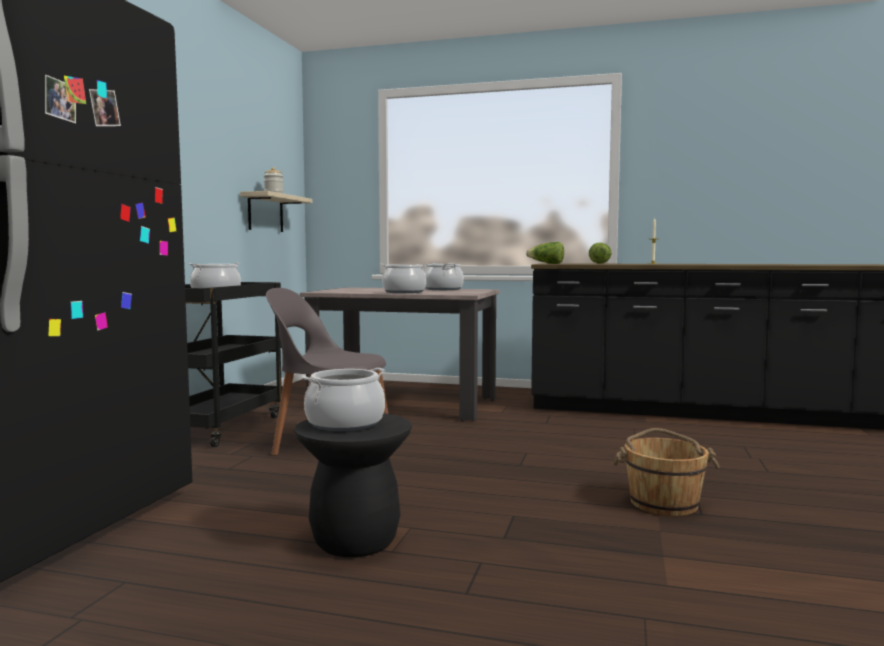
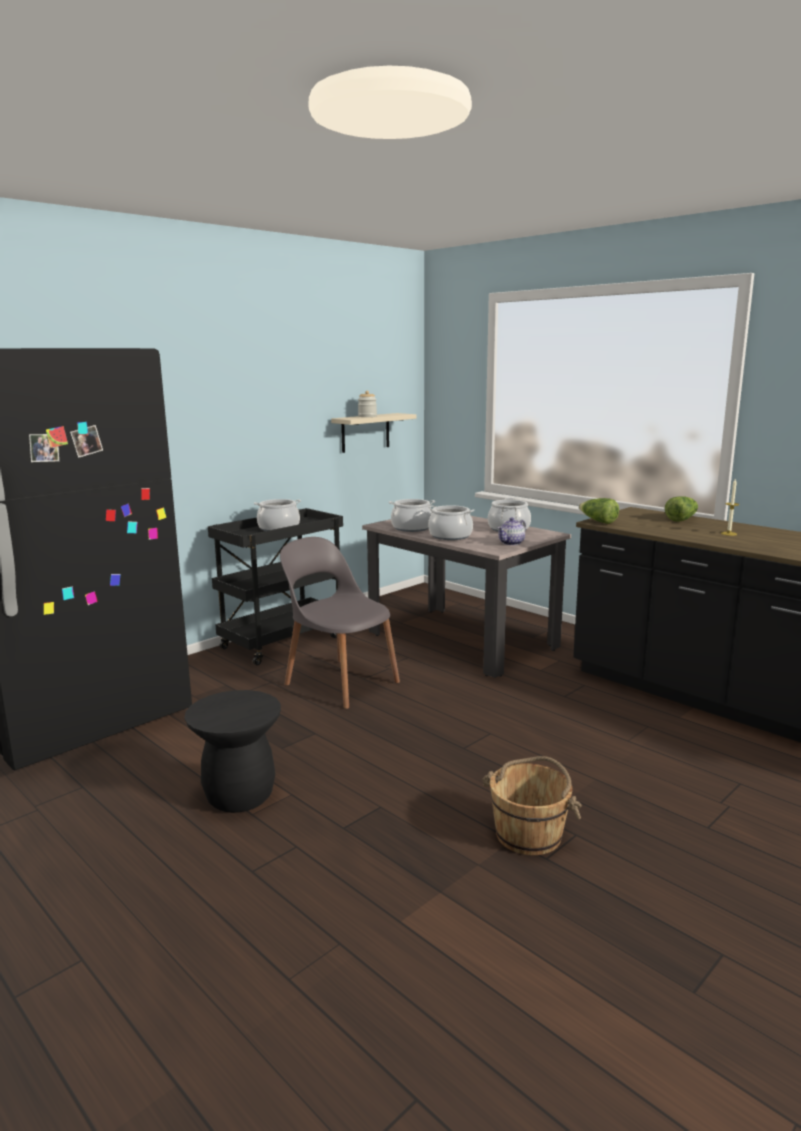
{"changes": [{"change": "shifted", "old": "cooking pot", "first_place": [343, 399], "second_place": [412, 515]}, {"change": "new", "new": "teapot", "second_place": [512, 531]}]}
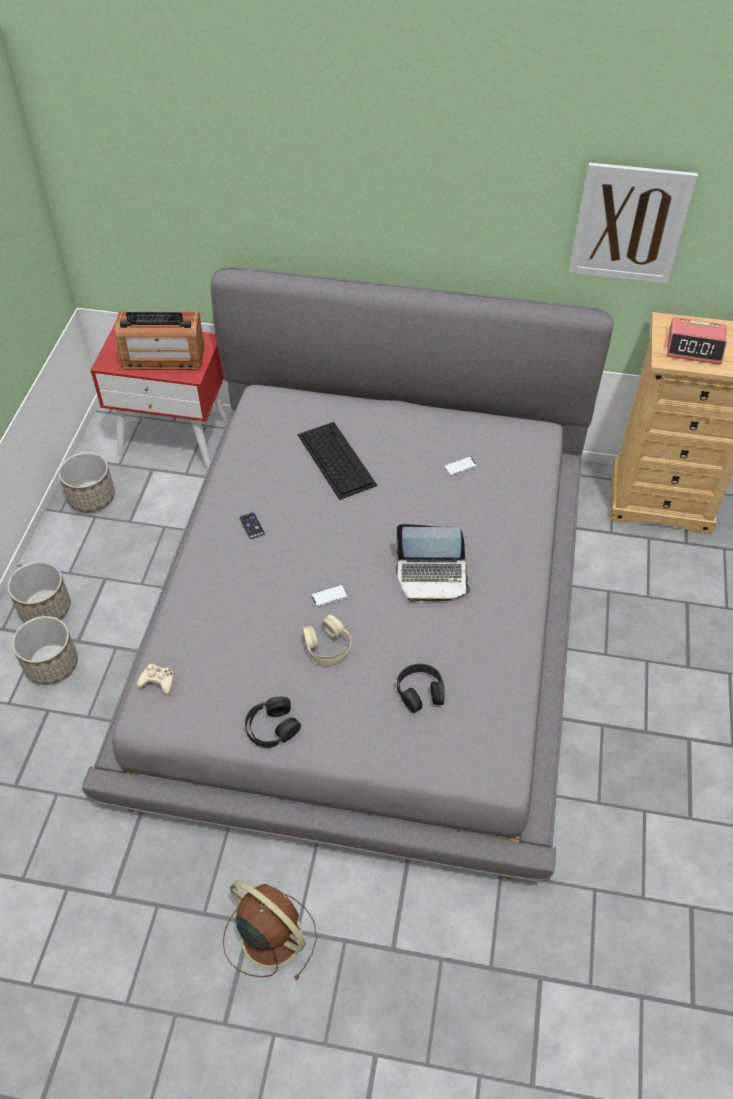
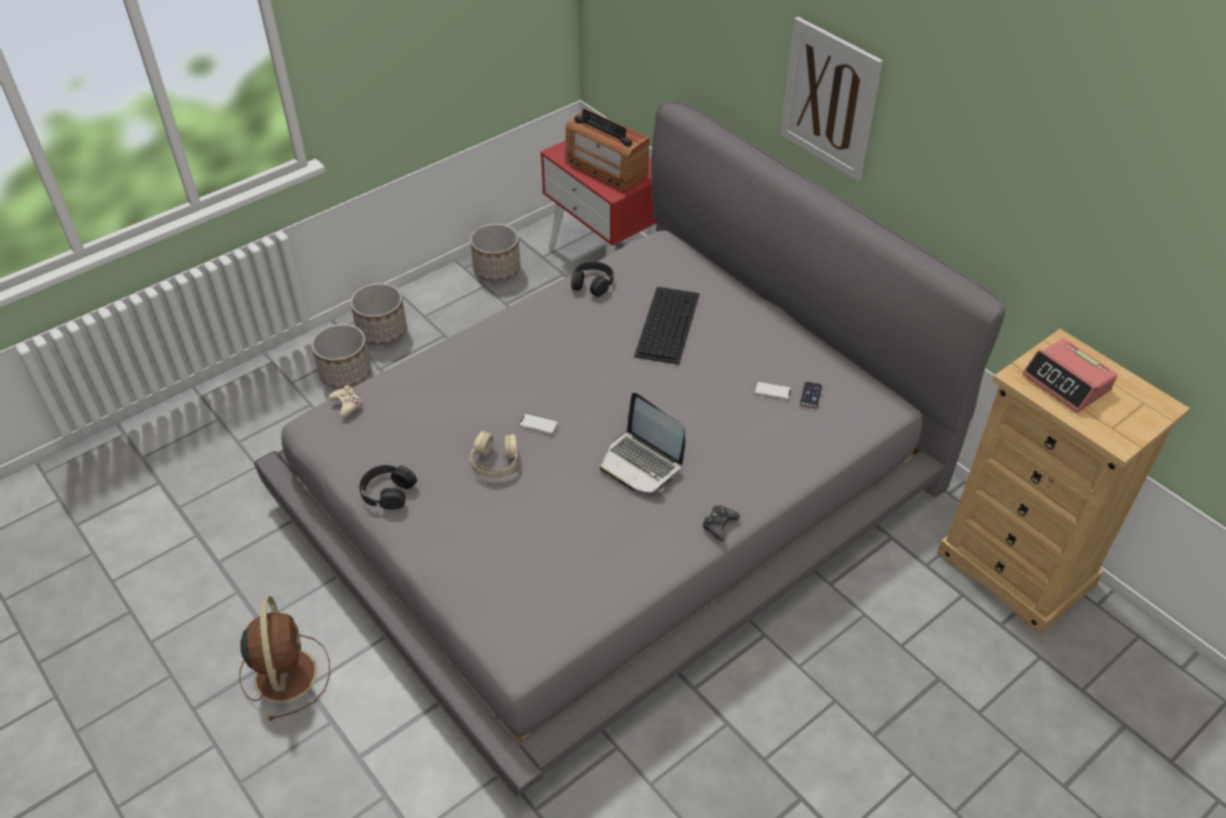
{"changes": [{"change": "shifted", "old": "black headphones", "first_place": [421, 688], "second_place": [592, 279]}, {"change": "new", "new": "black game controller", "second_place": [721, 523]}, {"change": "shifted", "old": "picture", "first_place": [633, 223], "second_place": [831, 99]}, {"change": "shifted", "old": "phone", "first_place": [252, 526], "second_place": [811, 395]}]}
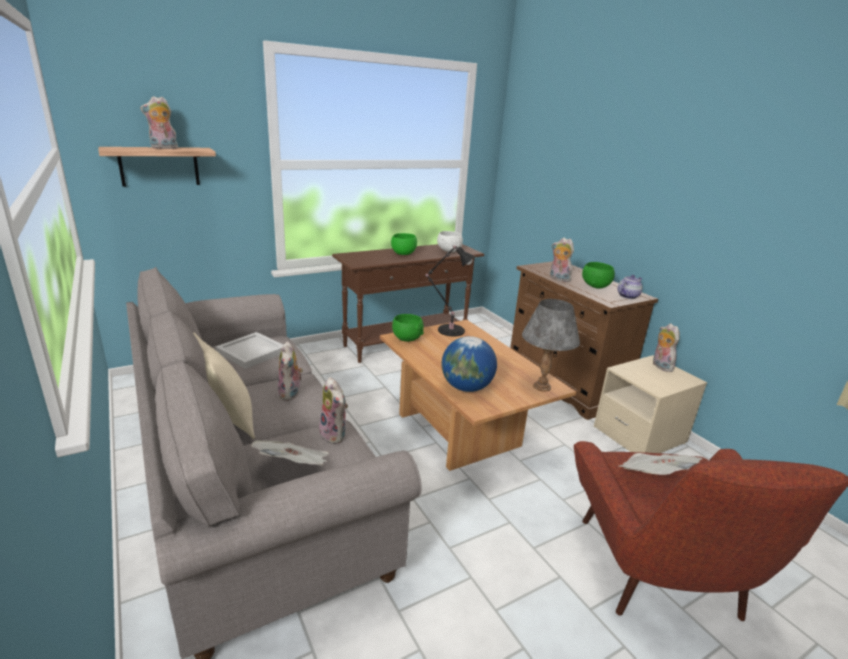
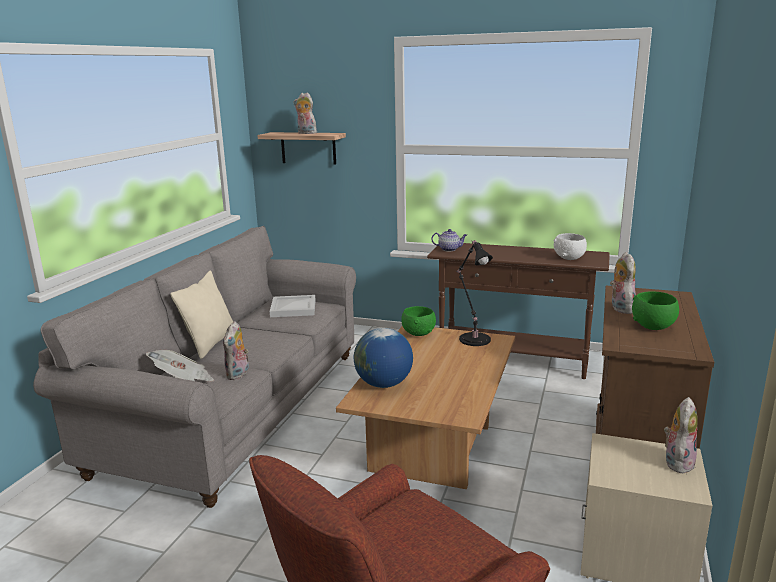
{"changes": [{"change": "shifted", "old": "teapot", "first_place": [630, 287], "second_place": [449, 240]}, {"change": "gone", "old": "plush toy", "first_place": [290, 371]}, {"change": "gone", "old": "green bowl", "first_place": [404, 244]}, {"change": "gone", "old": "grey table lamp", "first_place": [551, 345]}, {"change": "gone", "old": "newspaper", "first_place": [661, 464]}]}
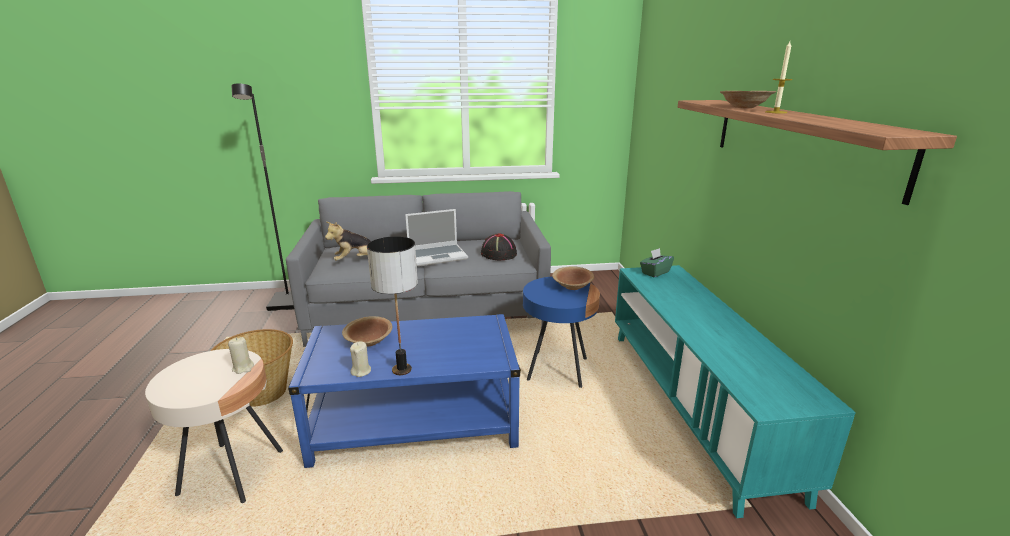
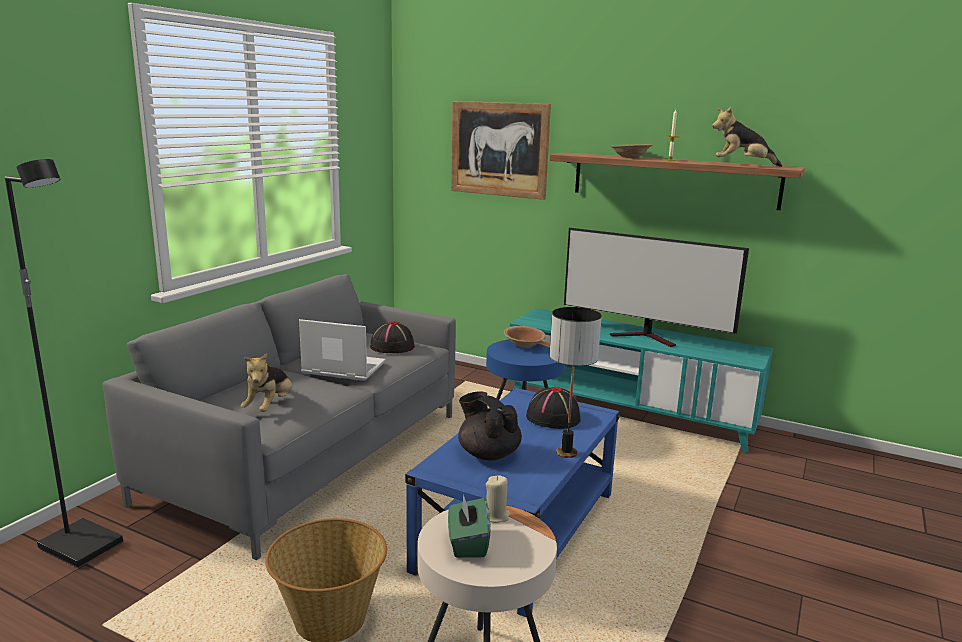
{"changes": [{"change": "rotated", "old": "laptop", "first_place": [436, 237], "second_place": [342, 350], "degrees": -90}, {"change": "shifted", "old": "green tissue box", "first_place": [657, 262], "second_place": [469, 526]}, {"change": "new", "new": "picture", "second_place": [501, 150]}, {"change": "swapped", "old": "brown bowl", "new": "black teapot", "first_place": [367, 331], "second_place": [490, 426]}, {"change": "new", "new": "black hat", "second_place": [553, 408]}, {"change": "new", "new": "television", "second_place": [656, 287]}, {"change": "new", "new": "plush toy", "second_place": [747, 137]}, {"change": "gone", "old": "beige candle", "first_place": [360, 359]}]}
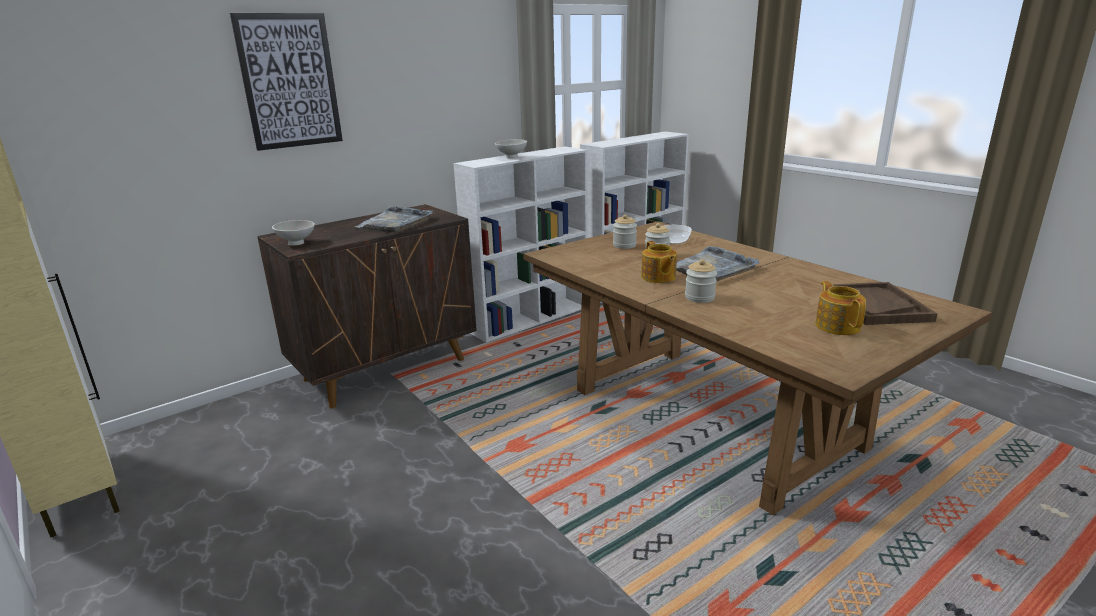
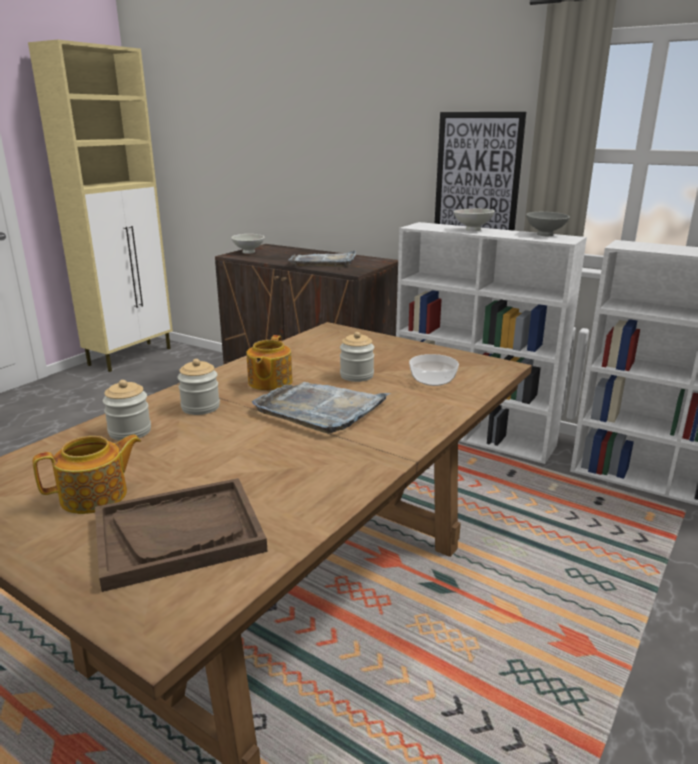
{"changes": [{"change": "shifted", "old": "jar", "first_place": [625, 231], "second_place": [127, 410]}, {"change": "rotated", "old": "teapot", "first_place": [659, 262], "second_place": [269, 363], "degrees": -45}, {"change": "shifted", "old": "picture", "first_place": [286, 82], "second_place": [480, 171]}, {"change": "new", "new": "grey bowl", "second_place": [548, 224]}]}
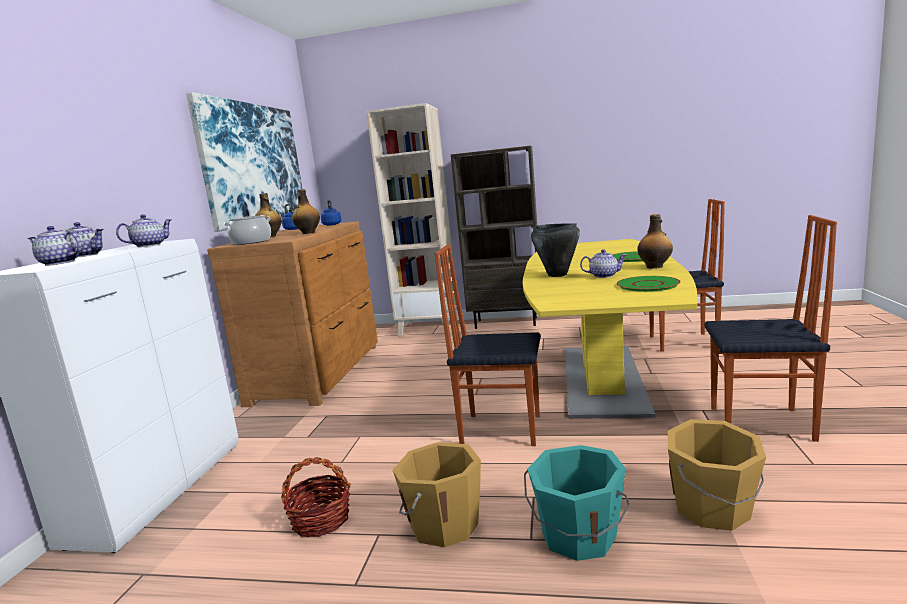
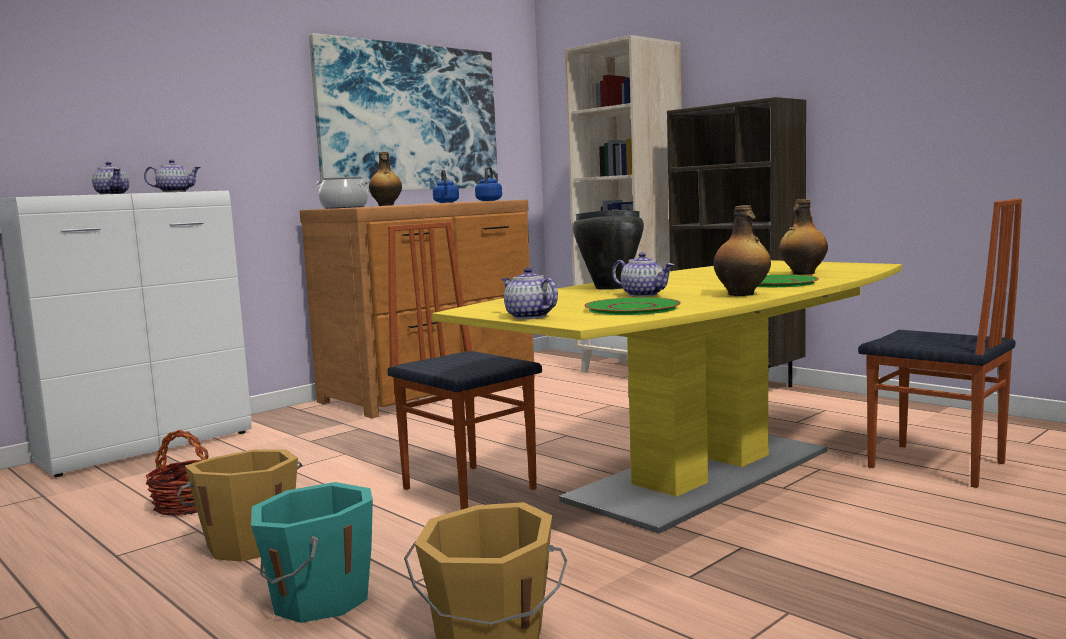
{"changes": [{"change": "shifted", "old": "teapot", "first_place": [55, 246], "second_place": [530, 293]}, {"change": "shifted", "old": "bottle", "first_place": [306, 211], "second_place": [803, 237]}, {"change": "gone", "old": "chair", "first_place": [771, 328]}]}
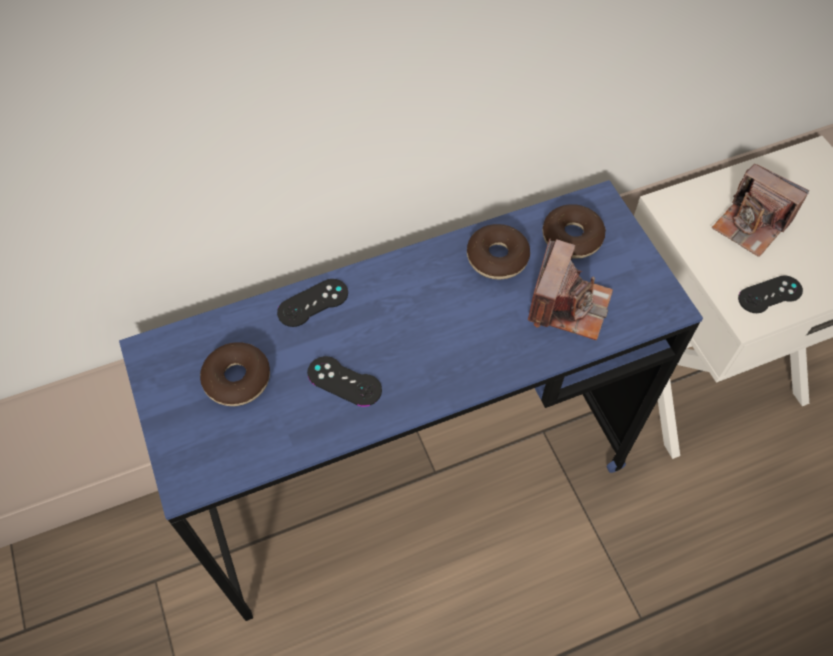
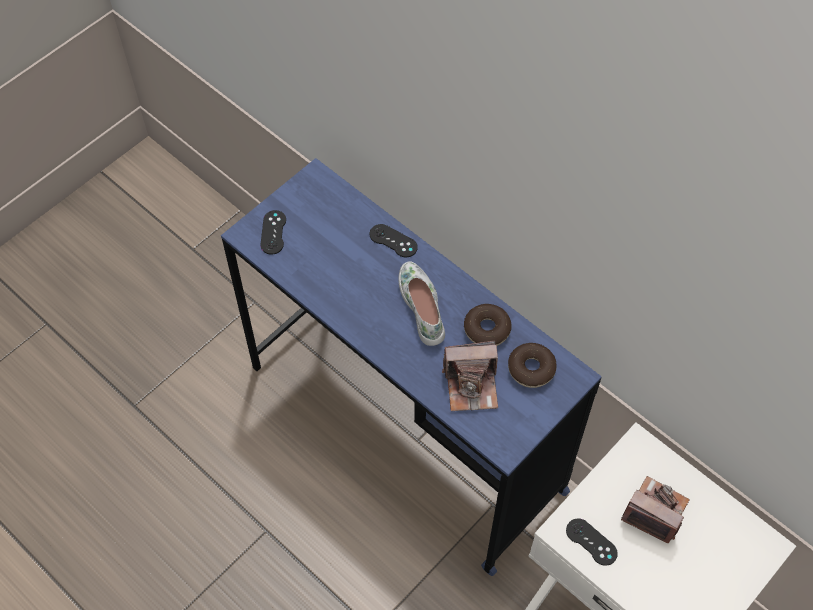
{"changes": [{"change": "shifted", "old": "black game controller", "first_place": [344, 381], "second_place": [273, 232]}, {"change": "new", "new": "white shoe", "second_place": [422, 303]}, {"change": "rotated", "old": "photo camera", "first_place": [760, 210], "second_place": [655, 509], "degrees": 105}, {"change": "gone", "old": "donut", "first_place": [235, 374]}]}
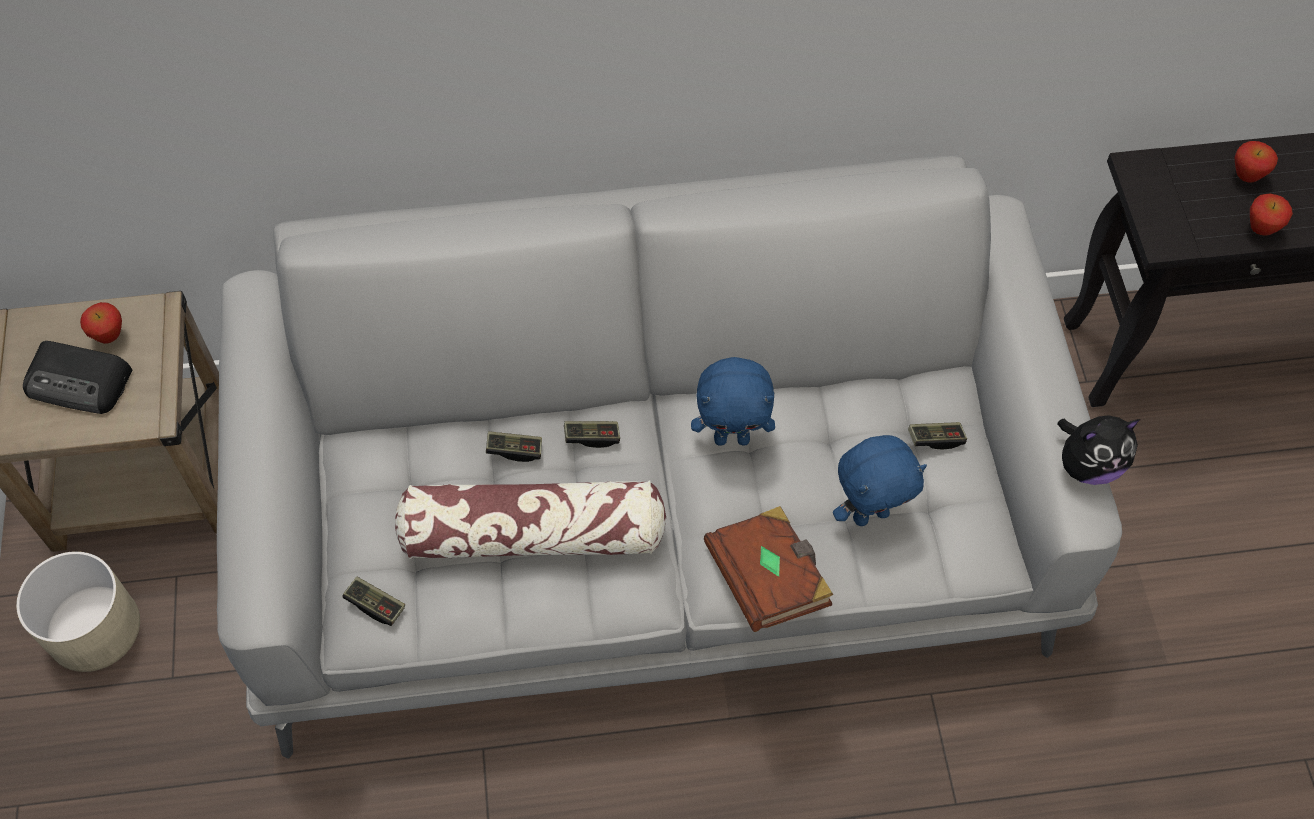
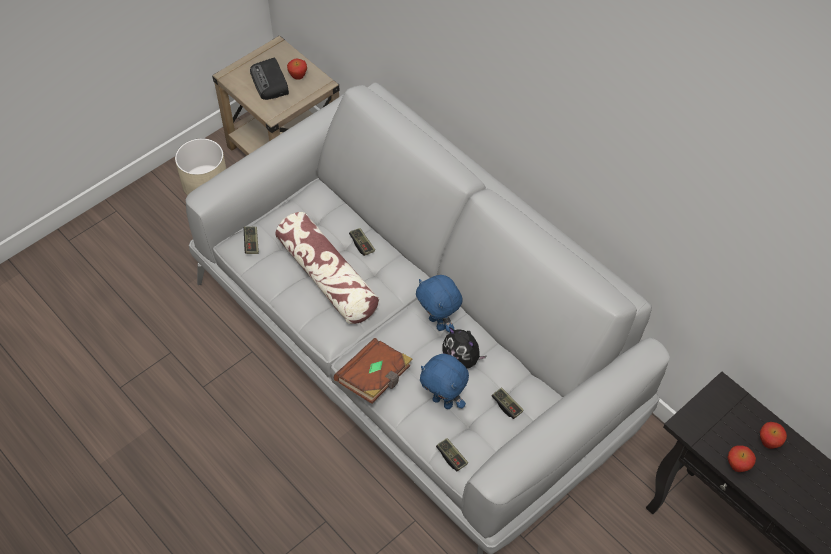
{"changes": [{"change": "shifted", "old": "game controller", "first_place": [592, 434], "second_place": [452, 454]}, {"change": "shifted", "old": "plush toy", "first_place": [1099, 450], "second_place": [464, 347]}]}
